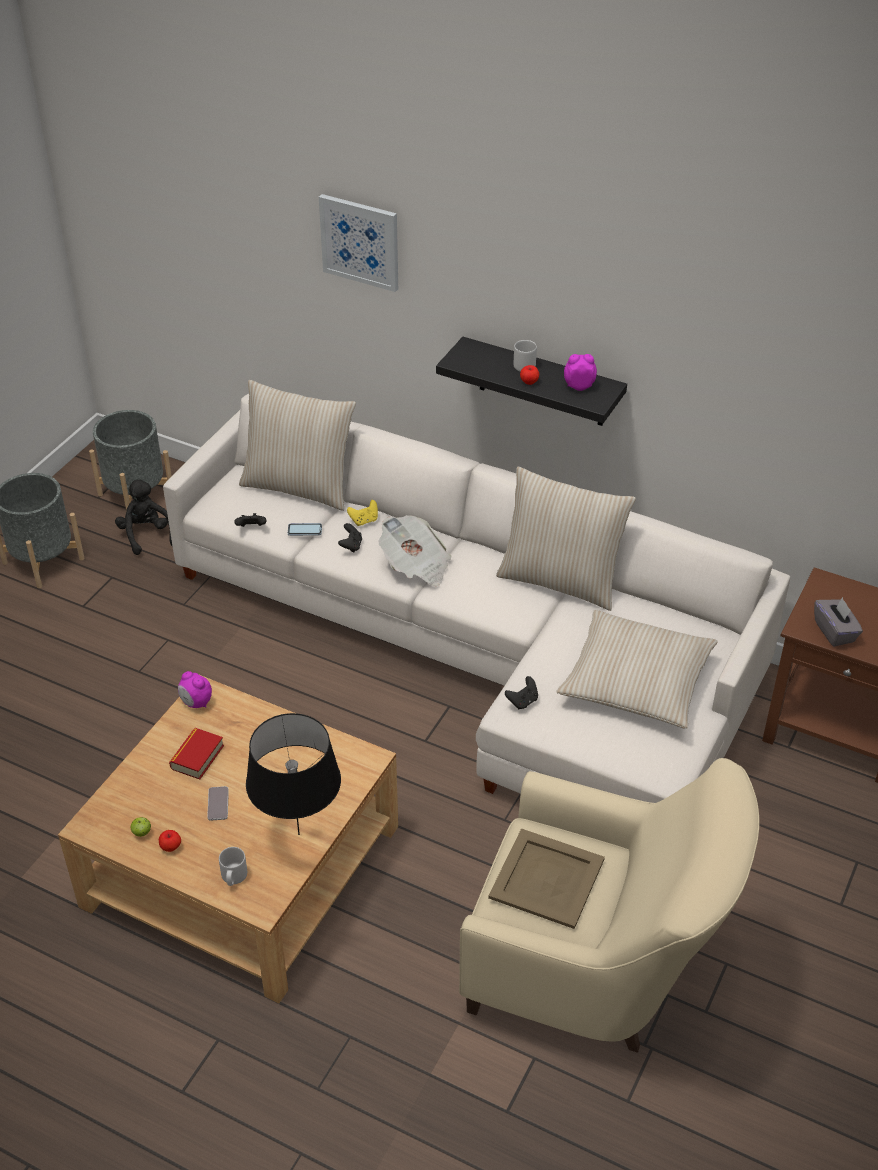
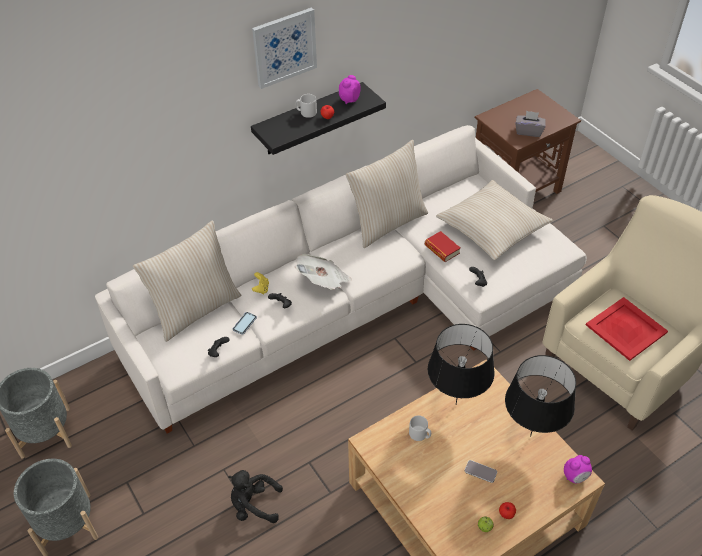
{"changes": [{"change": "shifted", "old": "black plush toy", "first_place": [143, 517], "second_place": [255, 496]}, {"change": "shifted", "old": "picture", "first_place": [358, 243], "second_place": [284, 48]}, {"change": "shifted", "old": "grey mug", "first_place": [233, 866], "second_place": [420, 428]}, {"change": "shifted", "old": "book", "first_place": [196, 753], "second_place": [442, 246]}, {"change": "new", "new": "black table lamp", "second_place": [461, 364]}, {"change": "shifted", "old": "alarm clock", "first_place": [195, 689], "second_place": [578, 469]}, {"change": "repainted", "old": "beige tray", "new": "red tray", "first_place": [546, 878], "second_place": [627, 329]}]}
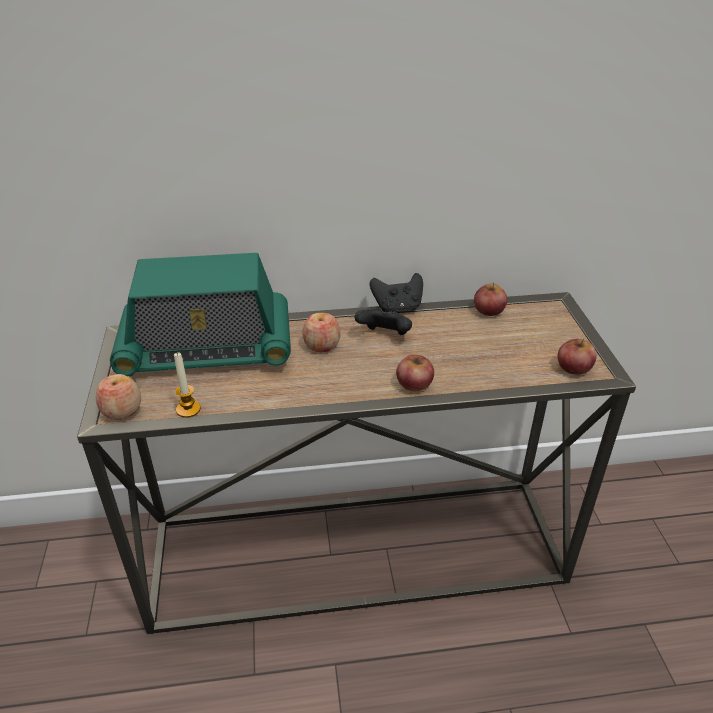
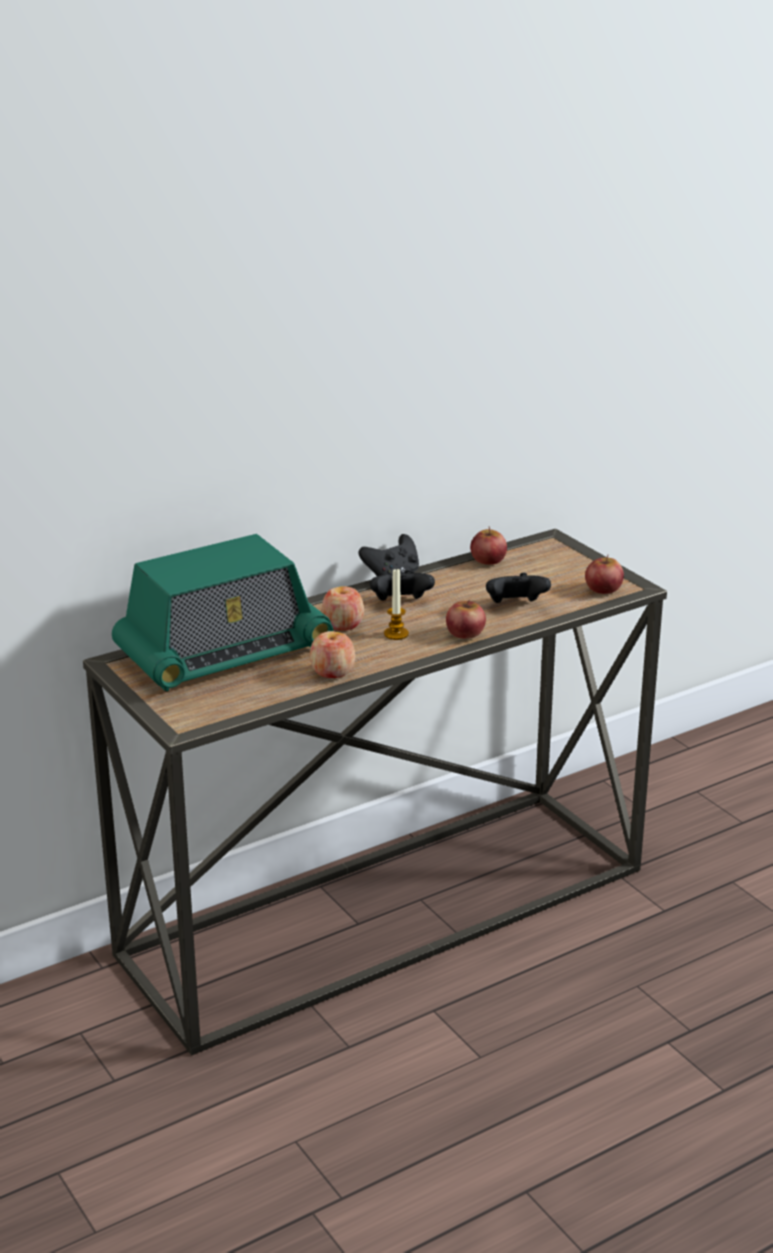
{"changes": [{"change": "shifted", "old": "apple", "first_place": [118, 397], "second_place": [332, 654]}, {"change": "shifted", "old": "candle", "first_place": [187, 385], "second_place": [396, 603]}, {"change": "new", "new": "black game controller", "second_place": [518, 588]}]}
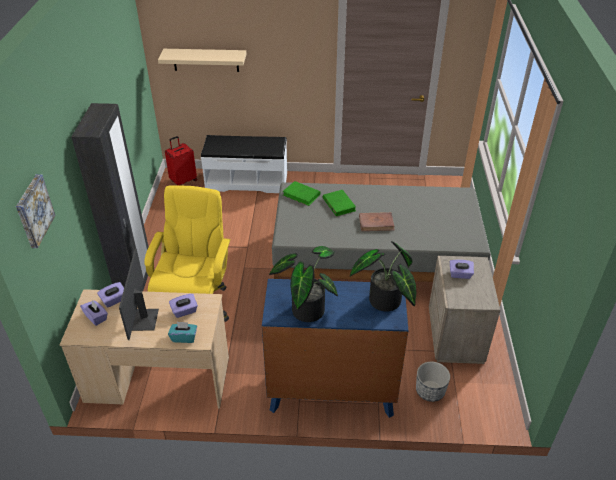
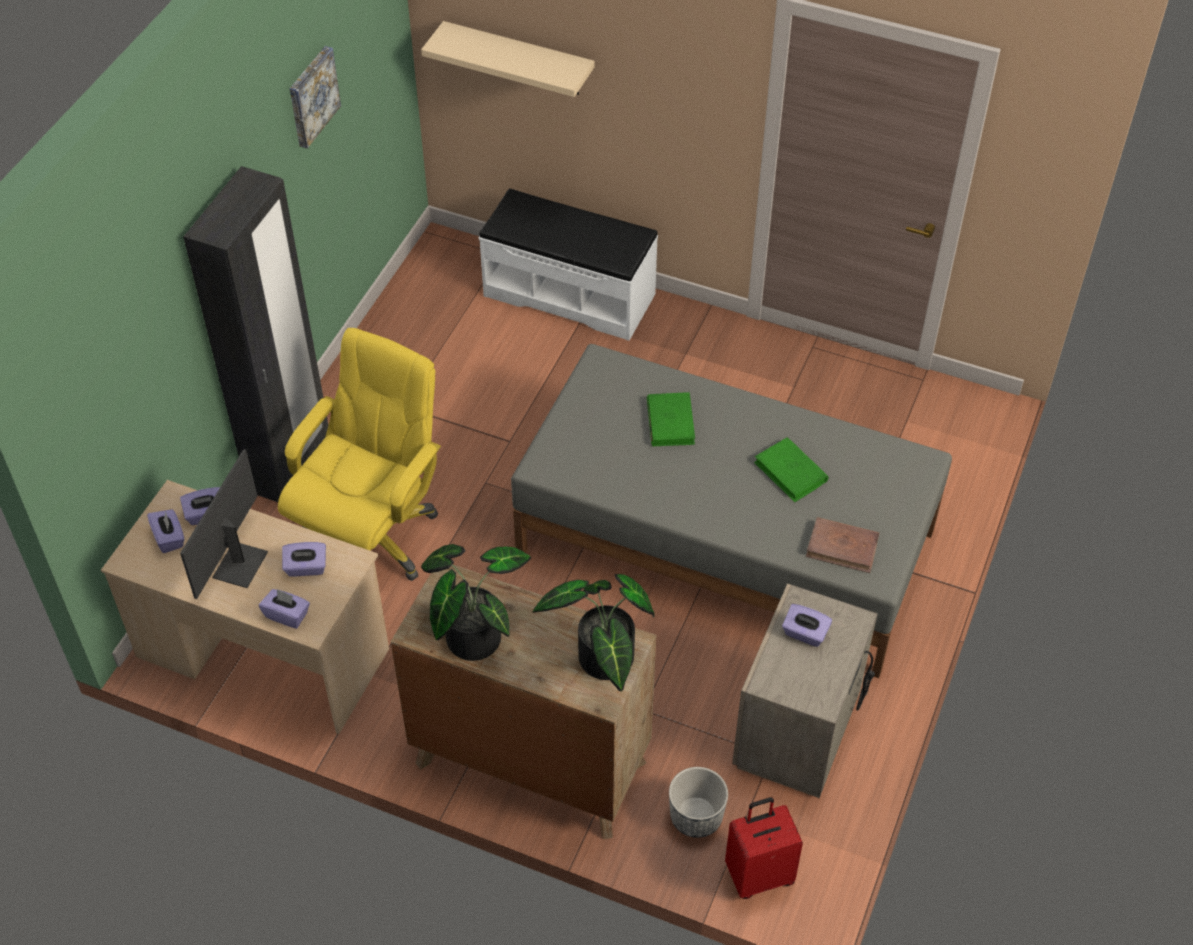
{"changes": [{"change": "repainted", "old": "turquoise tissue box", "new": "purple tissue box", "first_place": [182, 332], "second_place": [284, 609]}, {"change": "shifted", "old": "picture", "first_place": [36, 211], "second_place": [315, 97]}, {"change": "repainted", "old": "blue dresser", "new": "brown dresser", "first_place": [335, 348], "second_place": [523, 702]}, {"change": "shifted", "old": "red suitcase", "first_place": [181, 161], "second_place": [764, 848]}, {"change": "shifted", "old": "green book", "first_place": [302, 193], "second_place": [791, 470]}, {"change": "shifted", "old": "brown book", "first_place": [377, 221], "second_place": [842, 545]}]}
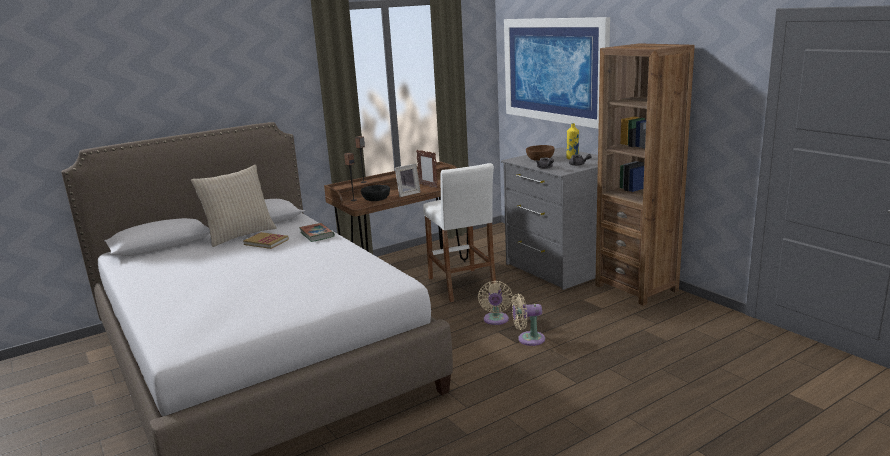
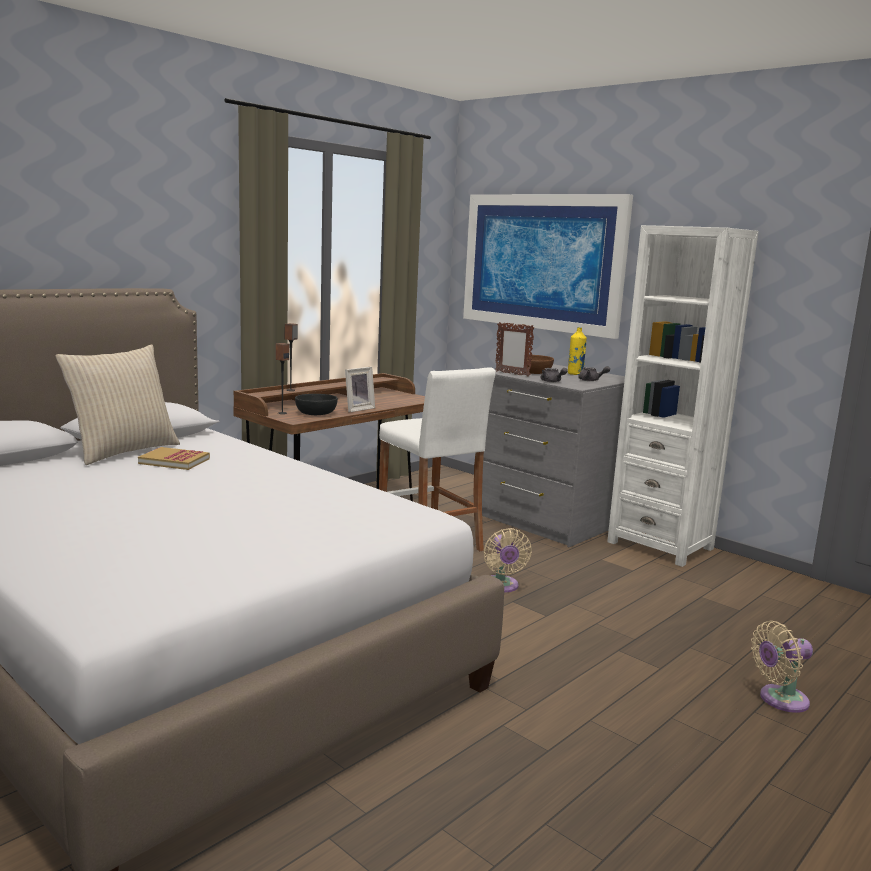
{"changes": [{"change": "shifted", "old": "picture frame", "first_place": [427, 169], "second_place": [514, 349]}, {"change": "repainted", "old": "brown bookcase", "new": "white bookcase", "first_place": [645, 175], "second_place": [683, 396]}, {"change": "shifted", "old": "beige fan", "first_place": [528, 320], "second_place": [782, 667]}, {"change": "gone", "old": "book", "first_place": [317, 232]}]}
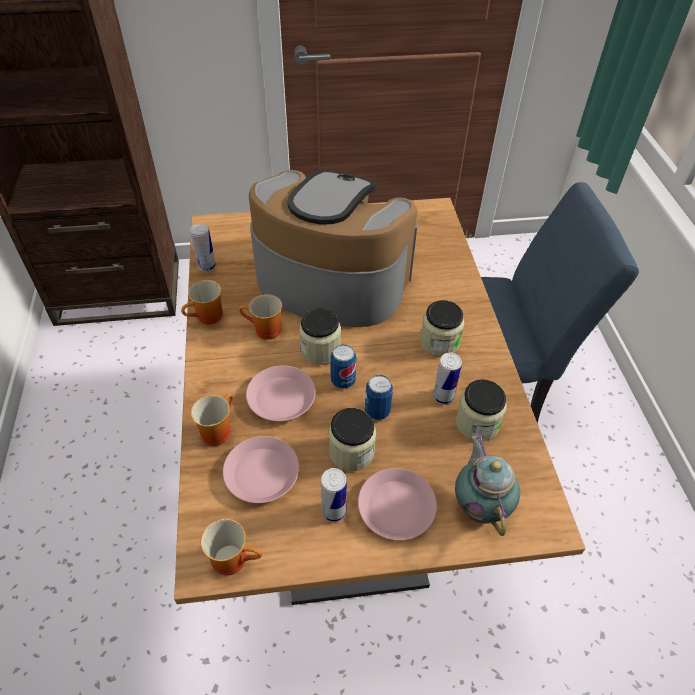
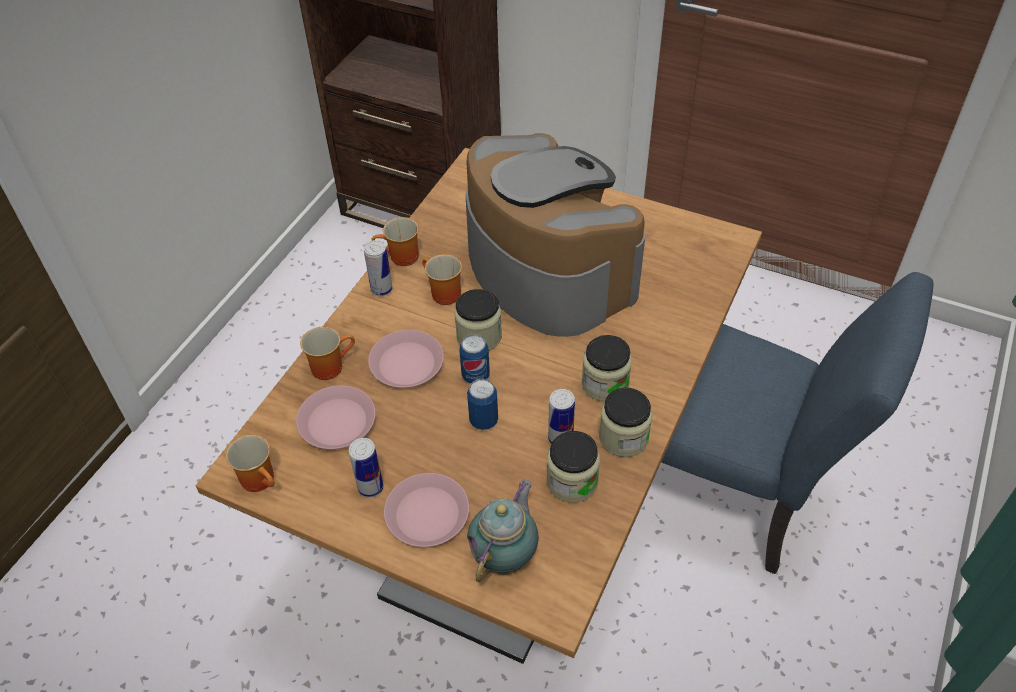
{"changes": [{"change": "shifted", "old": "can", "first_place": [203, 247], "second_place": [378, 268]}, {"change": "shifted", "old": "jar", "first_place": [352, 439], "second_place": [626, 422]}]}
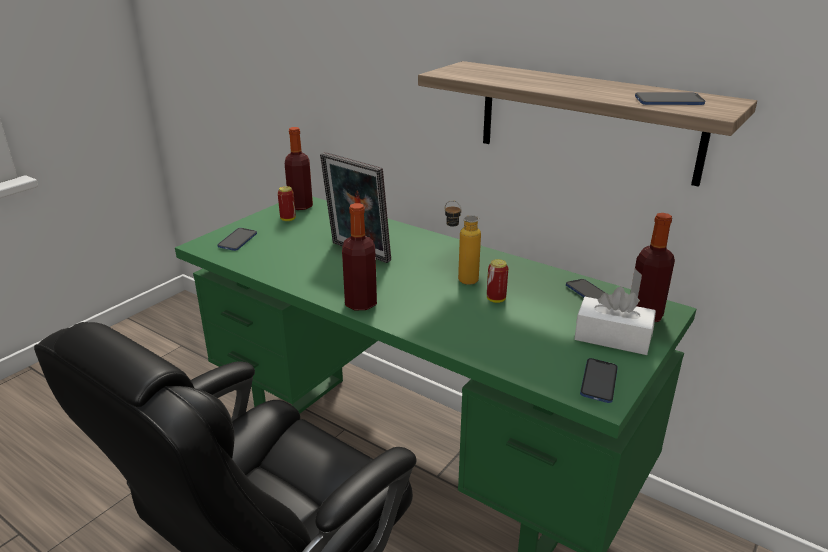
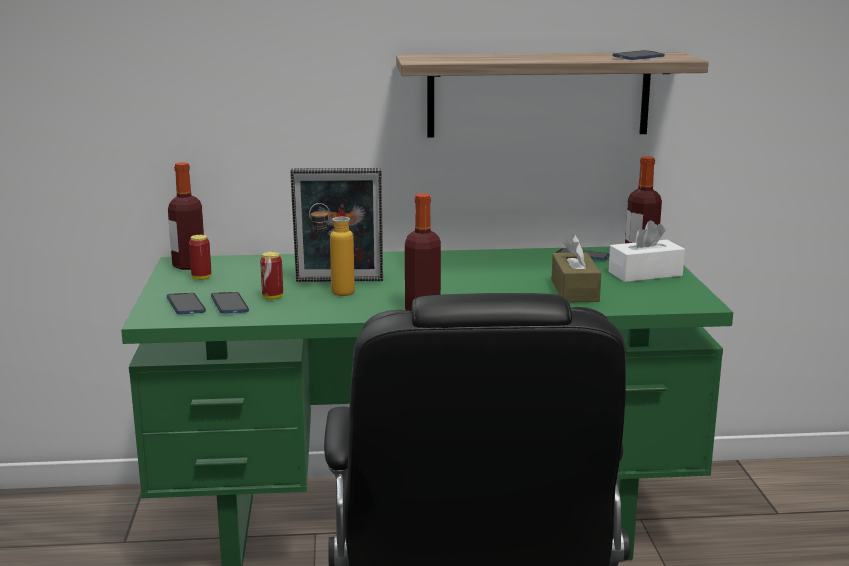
{"changes": [{"change": "shifted", "old": "phone", "first_place": [599, 380], "second_place": [230, 303]}, {"change": "shifted", "old": "can", "first_place": [497, 281], "second_place": [271, 276]}, {"change": "shifted", "old": "bottle", "first_place": [463, 242], "second_place": [332, 249]}, {"change": "new", "new": "brown tissue box", "second_place": [576, 268]}]}
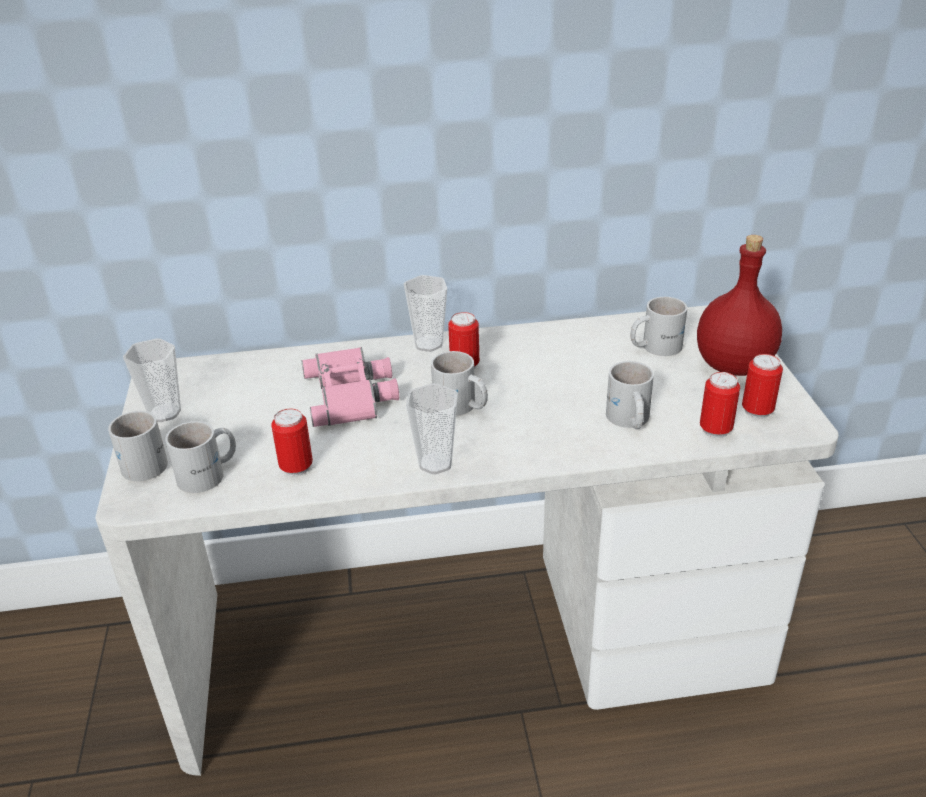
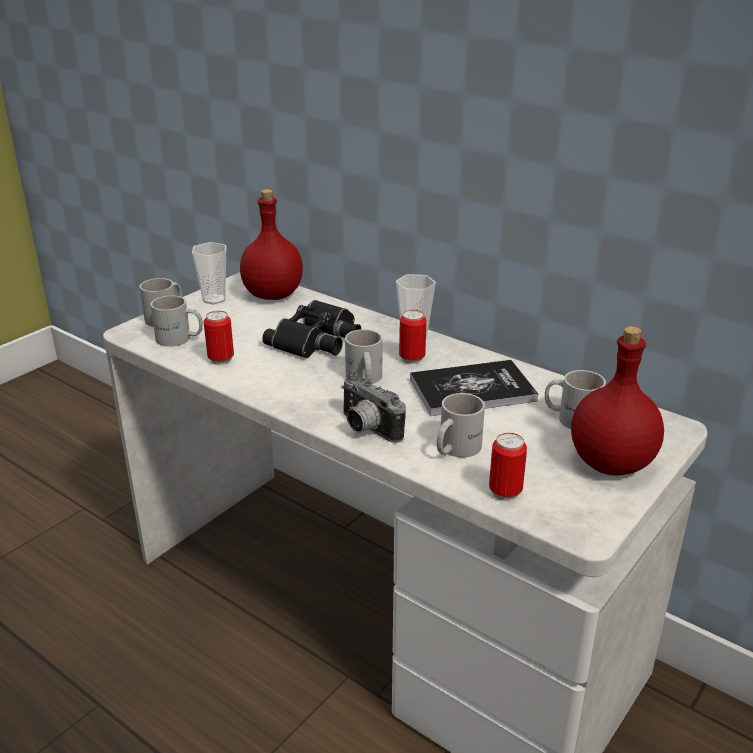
{"changes": [{"change": "new", "new": "red bottle", "second_place": [271, 244]}, {"change": "repainted", "old": "pink binoculars", "new": "black binoculars", "first_place": [350, 387], "second_place": [311, 329]}, {"change": "new", "new": "photo camera", "second_place": [374, 407]}, {"change": "new", "new": "book", "second_place": [474, 388]}, {"change": "gone", "old": "cup", "first_place": [432, 428]}, {"change": "gone", "old": "can", "first_place": [762, 386]}]}
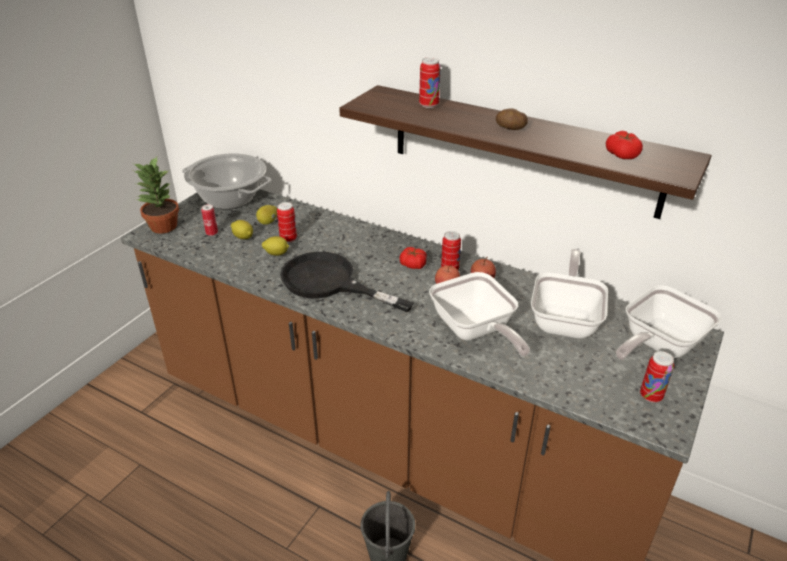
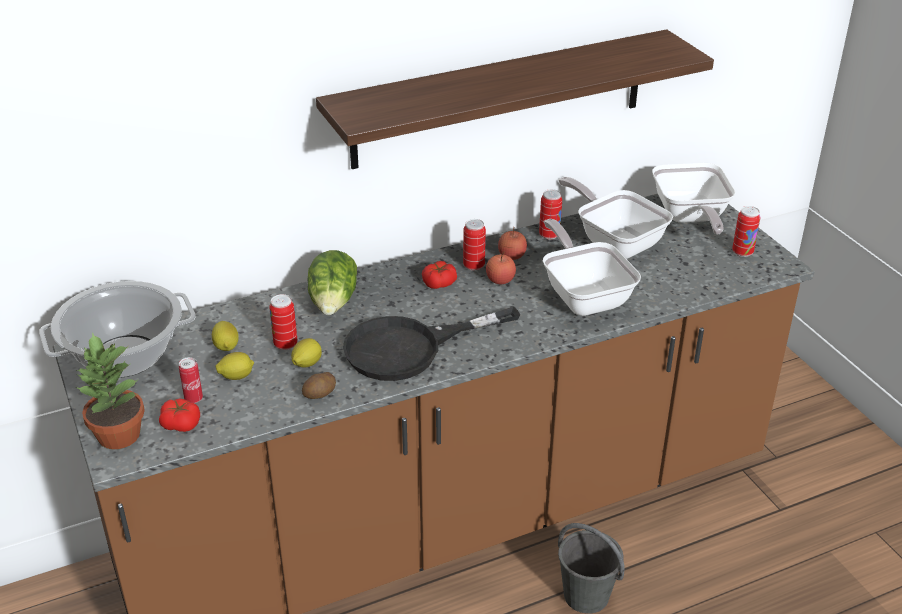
{"changes": [{"change": "shifted", "old": "tomato", "first_place": [624, 145], "second_place": [179, 415]}, {"change": "shifted", "old": "potato", "first_place": [512, 119], "second_place": [319, 385]}, {"change": "new", "new": "lettuce", "second_place": [332, 282]}, {"change": "shifted", "old": "can", "first_place": [430, 82], "second_place": [550, 214]}, {"change": "rotated", "old": "frying pan", "first_place": [479, 314], "second_place": [592, 267], "degrees": -120}]}
